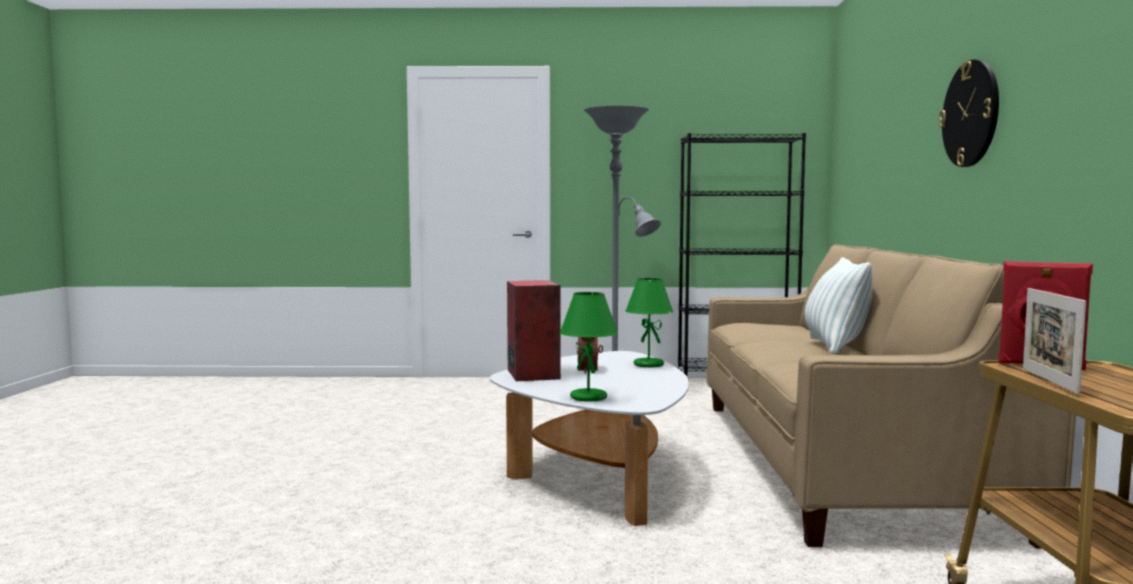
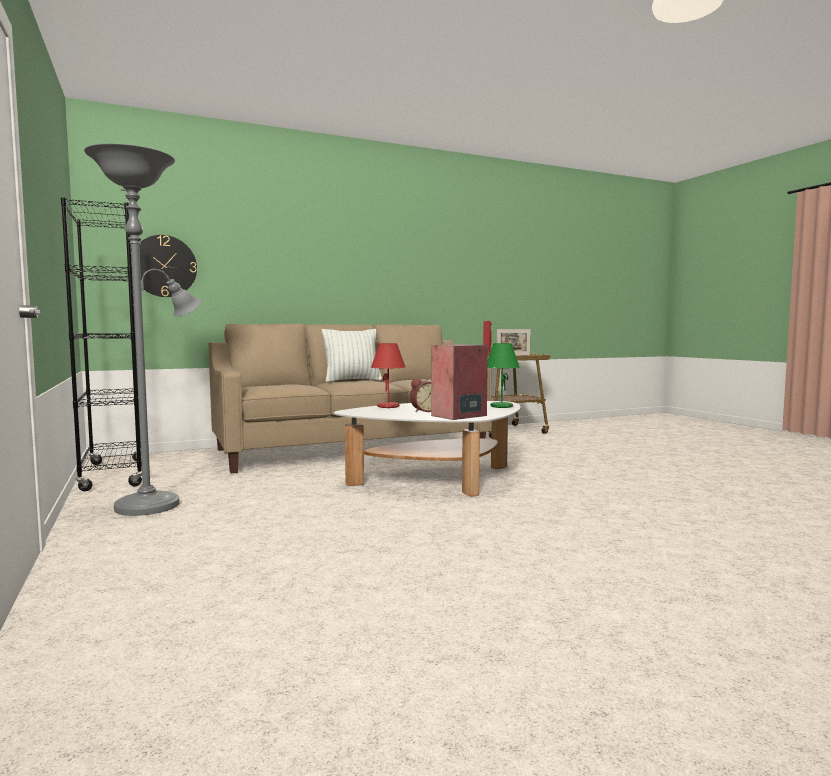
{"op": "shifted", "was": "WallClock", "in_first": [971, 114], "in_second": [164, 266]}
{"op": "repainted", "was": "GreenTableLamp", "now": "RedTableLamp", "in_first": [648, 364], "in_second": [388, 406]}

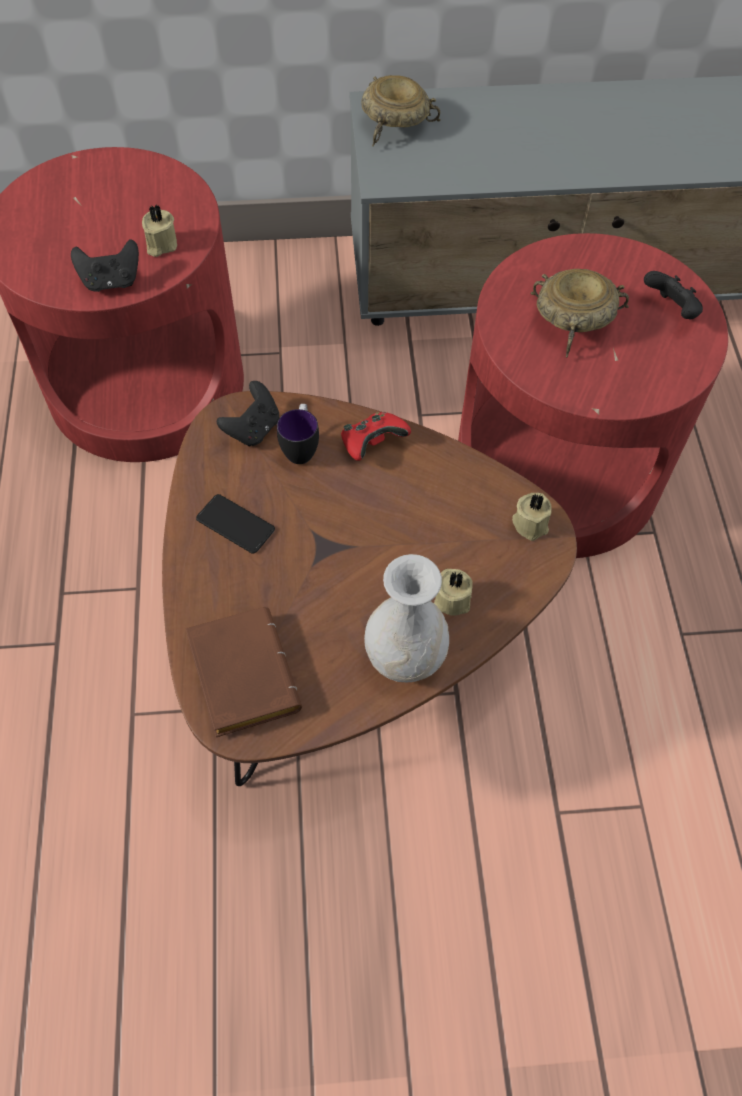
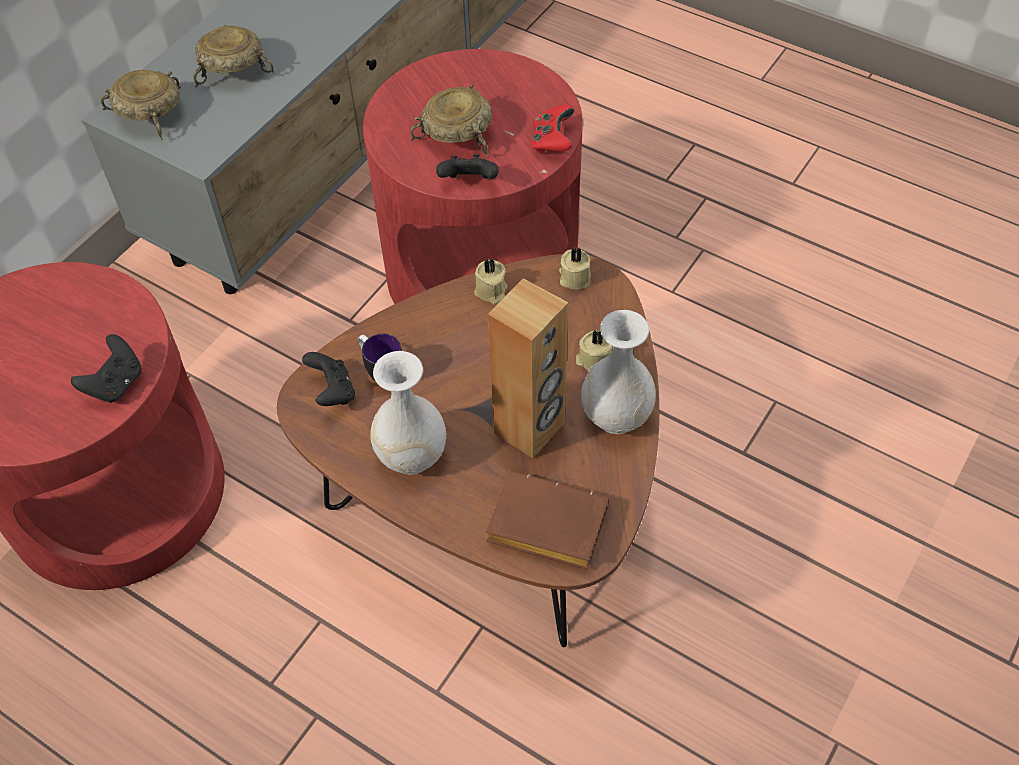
{"op": "shifted", "was": "BeigeCandle", "in_first": [160, 245], "in_second": [491, 292]}
{"op": "shifted", "was": "BlackGameController", "in_first": [670, 311], "in_second": [469, 182]}
{"op": "shifted", "was": "RedGameController", "in_first": [372, 444], "in_second": [552, 141]}
{"op": "swapped", "was": "Phone", "now": "WhiteVase", "in_first": [235, 524], "in_second": [411, 455]}
{"op": "new", "now": "BeigeBowl", "in_second": [234, 70]}
{"op": "new", "now": "BrownSpeaker", "in_second": [530, 428]}

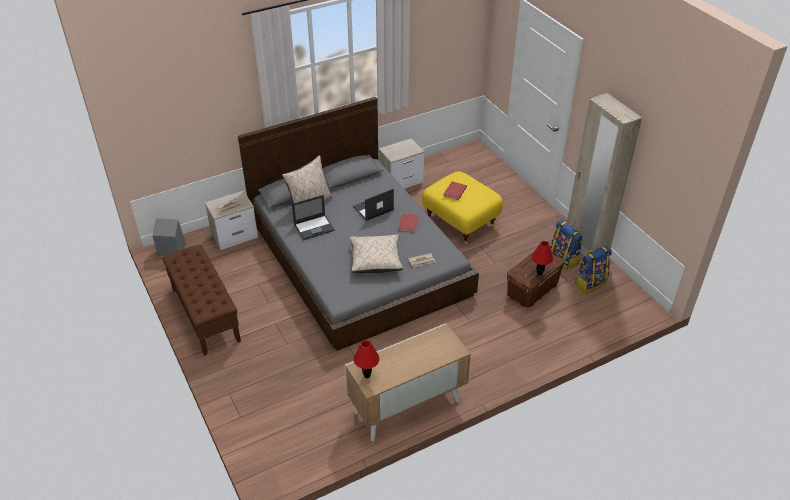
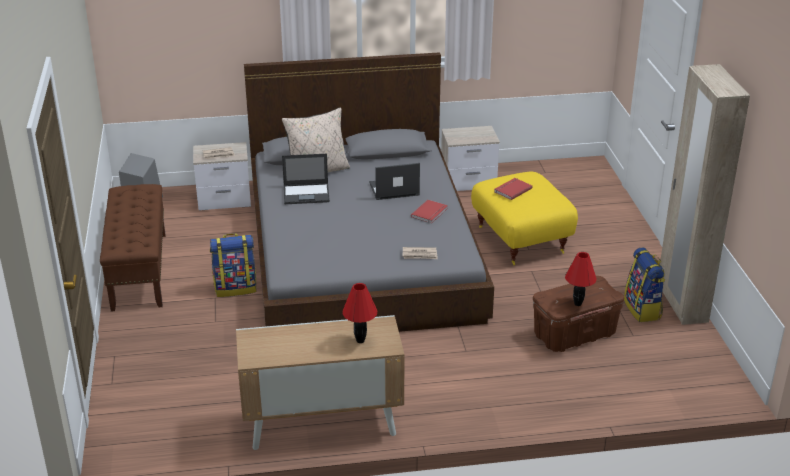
{"op": "gone", "was": "BeigePillow", "in_first": [375, 260]}
{"op": "shifted", "was": "Backpack", "in_first": [590, 283], "in_second": [235, 288]}
{"op": "shifted", "was": "RedTableLamp", "in_first": [367, 376], "in_second": [360, 341]}

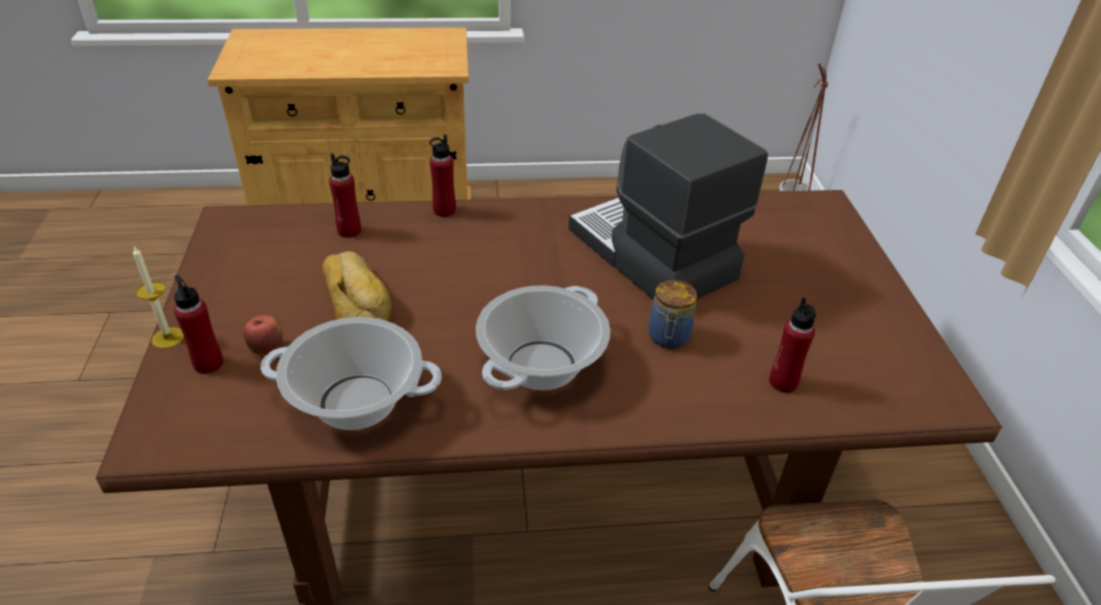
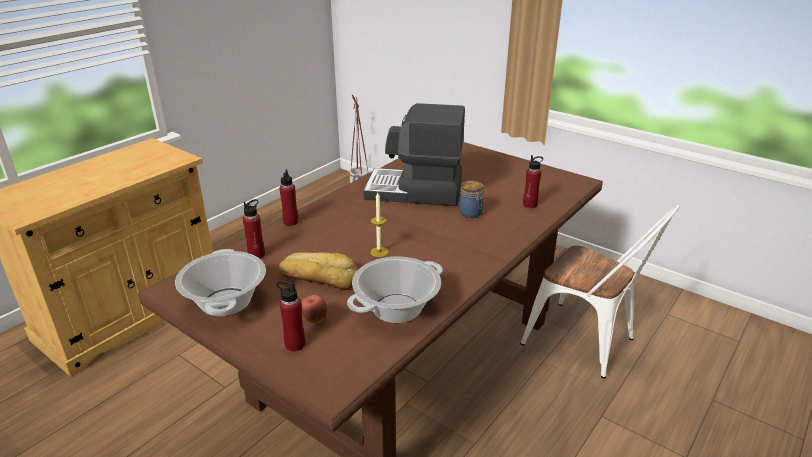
{"op": "shifted", "was": "Candle", "in_first": [168, 338], "in_second": [379, 252]}
{"op": "shifted", "was": "CookingPot", "in_first": [541, 365], "in_second": [225, 302]}

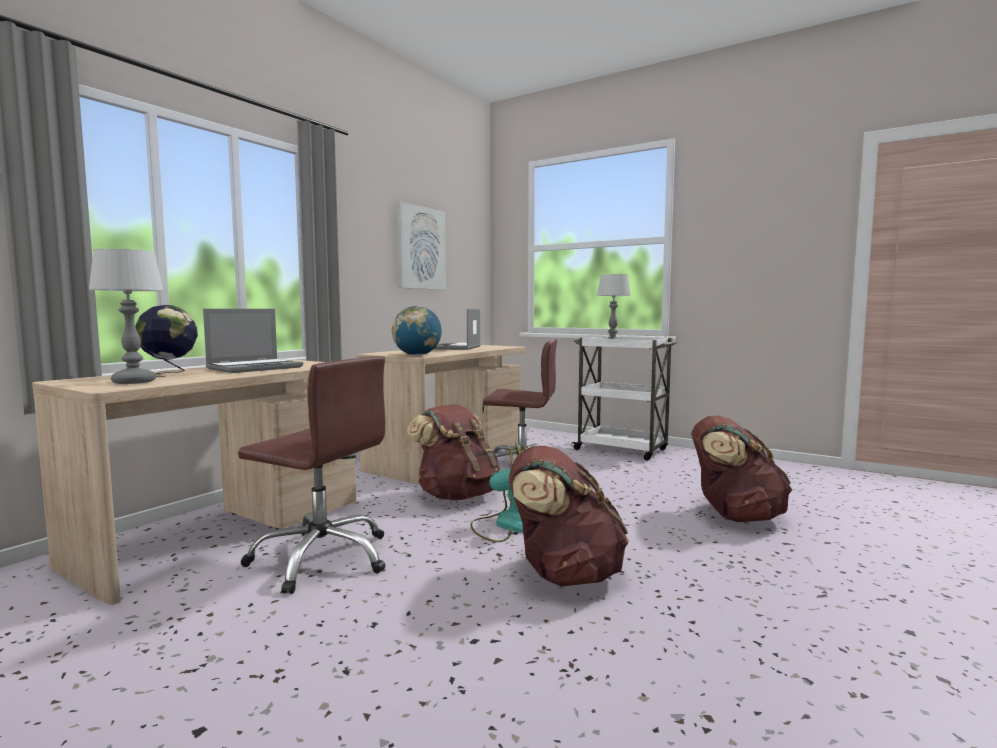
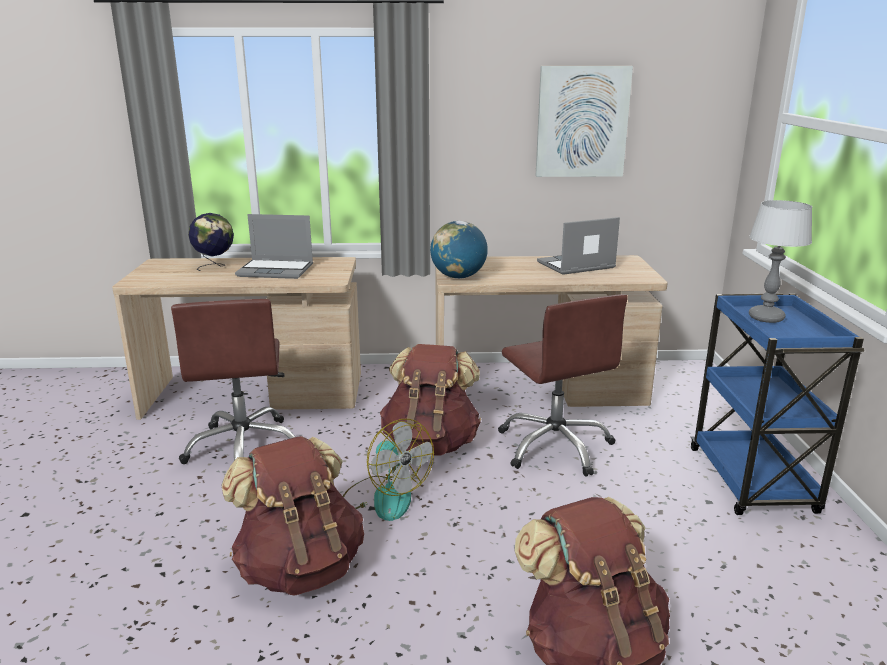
{"op": "gone", "was": "TableLamp", "in_first": [133, 382]}
{"op": "repainted", "was": "WhiteCart", "now": "BlueCart", "in_first": [622, 450], "in_second": [752, 482]}

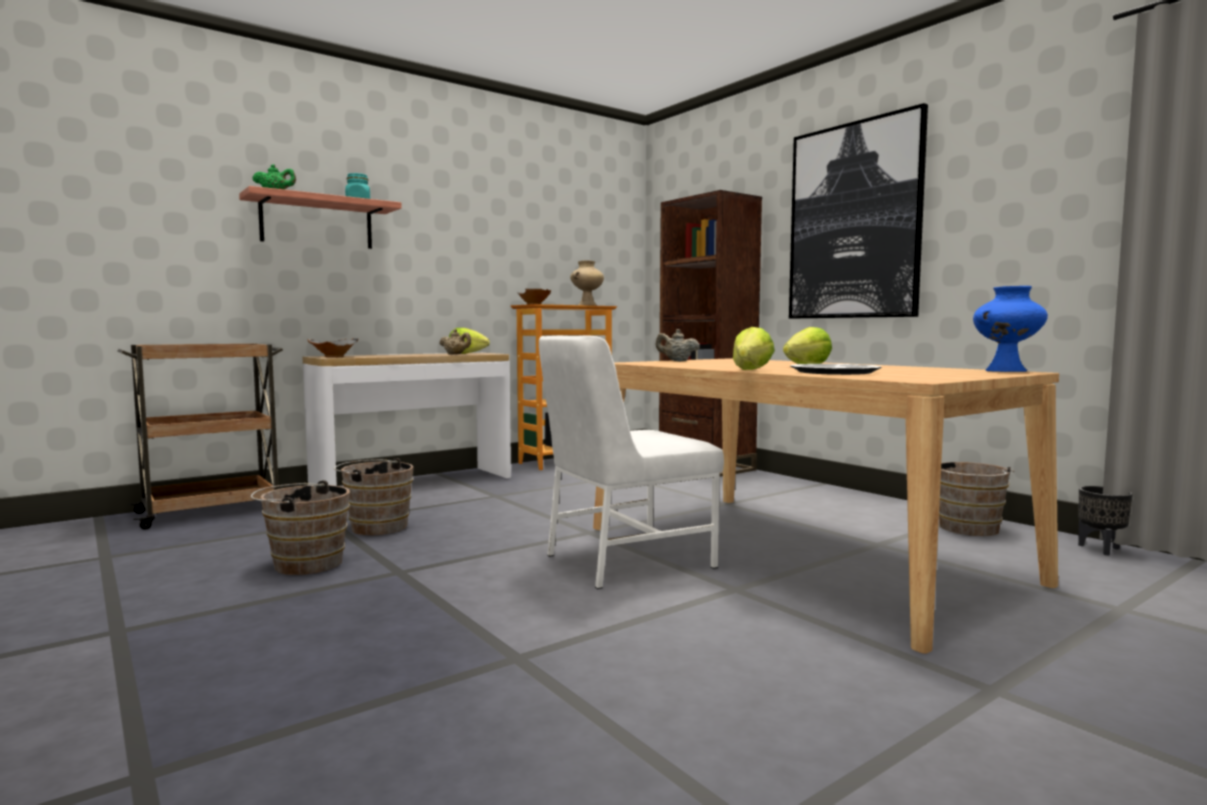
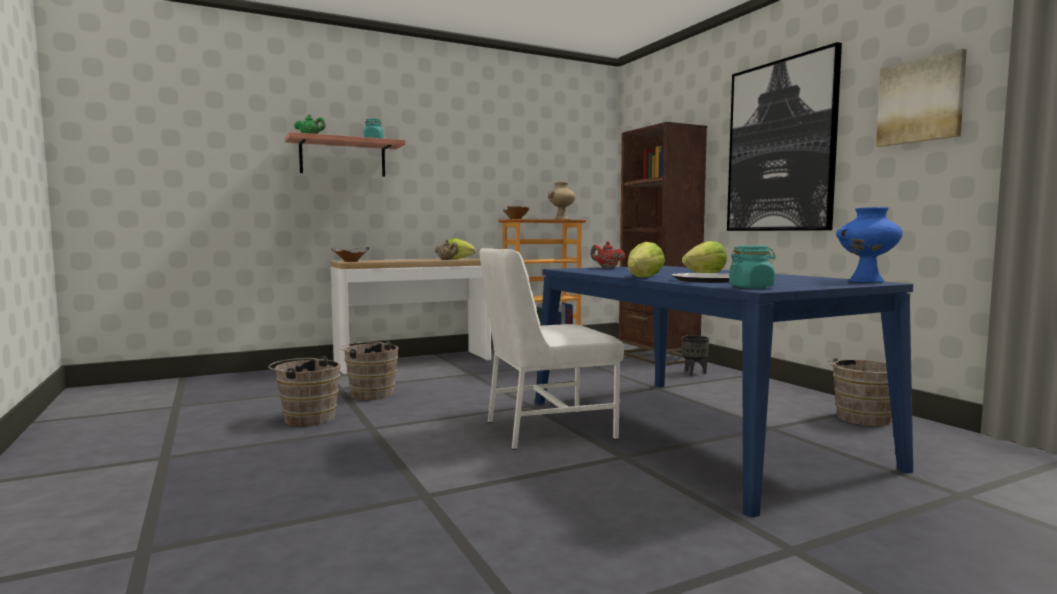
{"op": "repainted", "was": "BeigeTeapot", "now": "RedTeapot", "in_first": [677, 361], "in_second": [607, 268]}
{"op": "gone", "was": "BrownCart", "in_first": [211, 511]}
{"op": "repainted", "was": "BeigeDiningTable", "now": "BlueDiningTable", "in_first": [796, 553], "in_second": [692, 431]}
{"op": "shifted", "was": "BlackPlanter", "in_first": [1102, 549], "in_second": [694, 373]}
{"op": "new", "now": "Picture", "in_second": [920, 101]}
{"op": "new", "now": "TurquoiseJar", "in_second": [751, 287]}

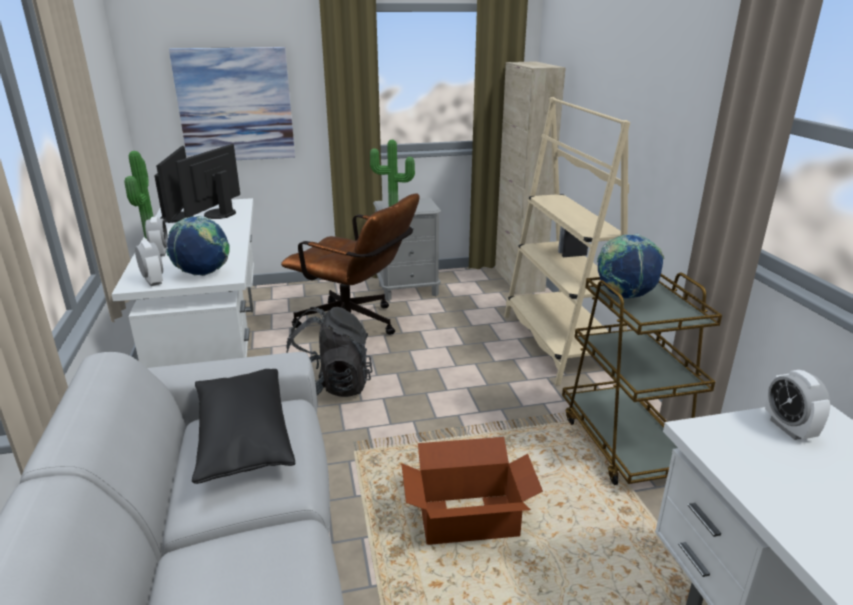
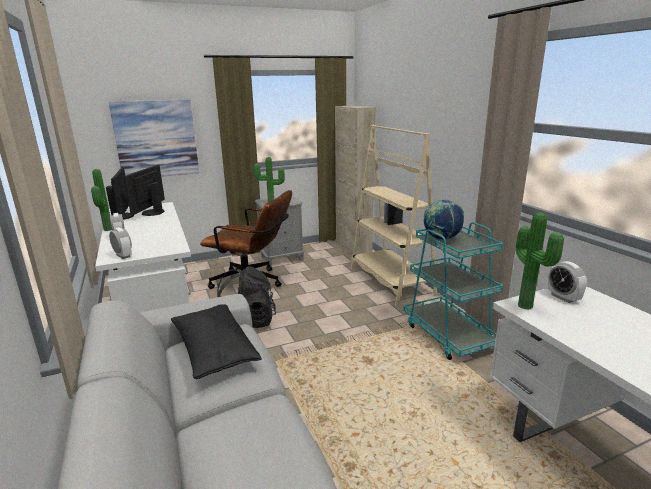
{"op": "gone", "was": "Globe", "in_first": [203, 274]}
{"op": "repainted", "was": "BrownCart", "now": "TurquoiseCart", "in_first": [625, 443], "in_second": [448, 335]}
{"op": "gone", "was": "CardboardBox", "in_first": [469, 520]}
{"op": "new", "now": "PottedPlant", "in_second": [527, 306]}

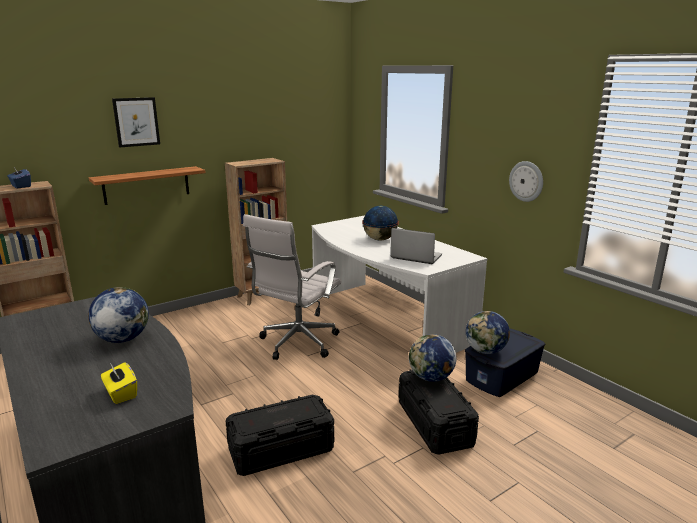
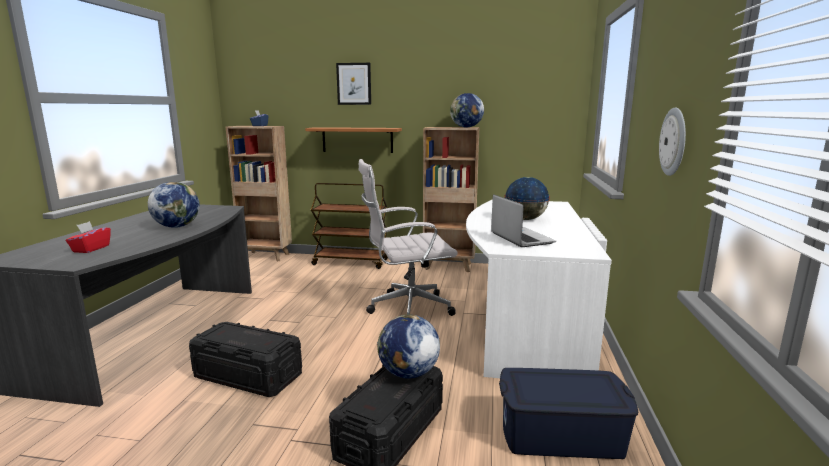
{"op": "shifted", "was": "Globe", "in_first": [485, 351], "in_second": [466, 127]}
{"op": "repainted", "was": "YellowTissueBox", "now": "RedTissueBox", "in_first": [121, 393], "in_second": [91, 249]}
{"op": "new", "now": "BrownCart", "in_second": [351, 262]}

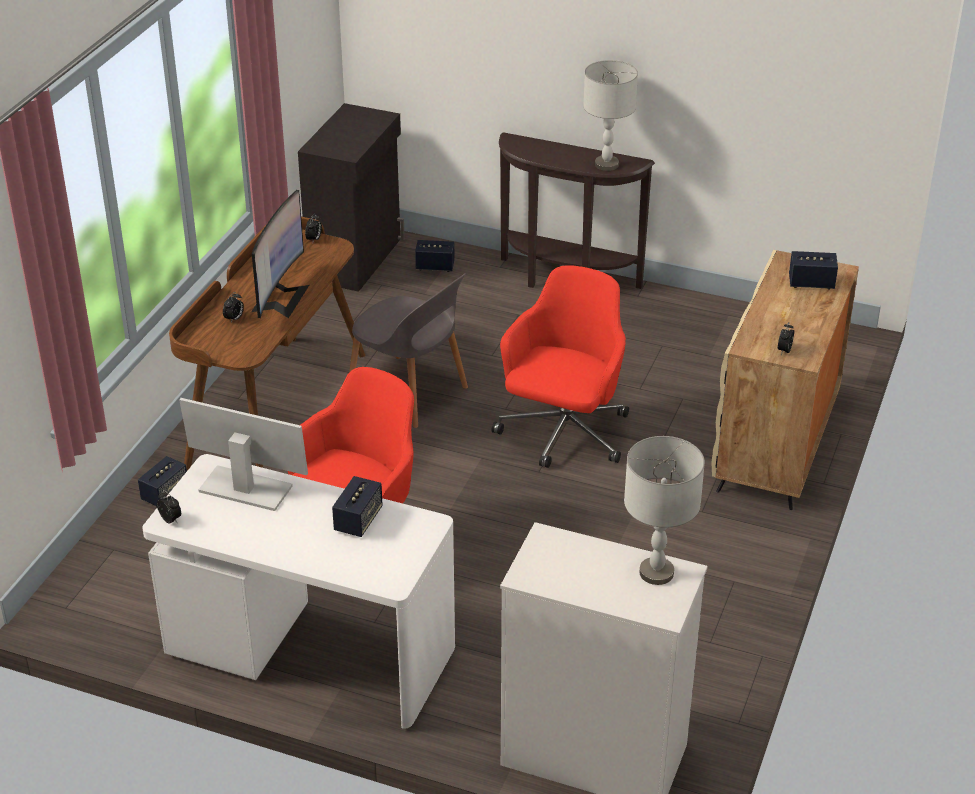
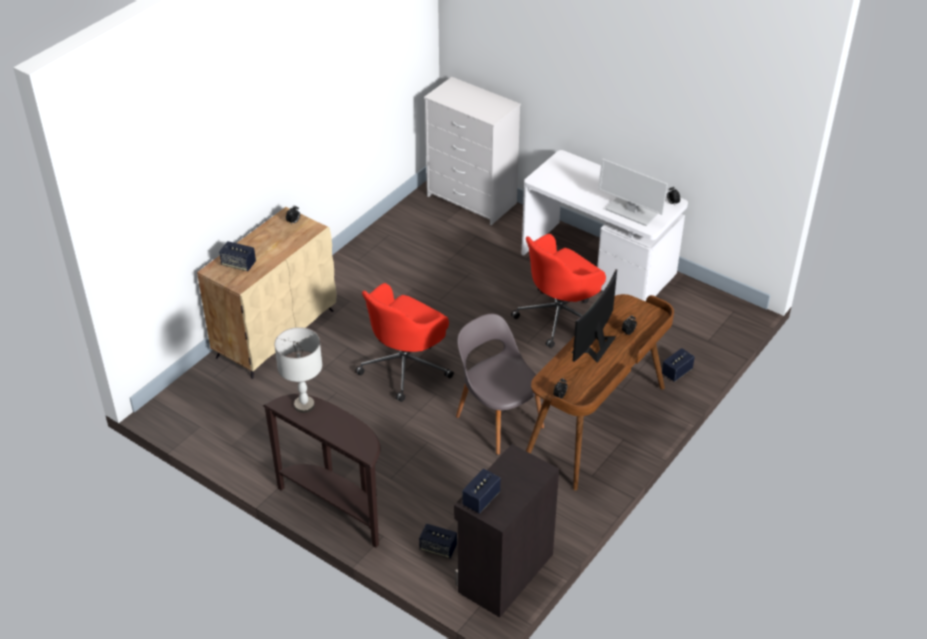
{"op": "gone", "was": "GreyTableLamp", "in_first": [656, 572]}
{"op": "shifted", "was": "Speaker", "in_first": [358, 520], "in_second": [481, 499]}

